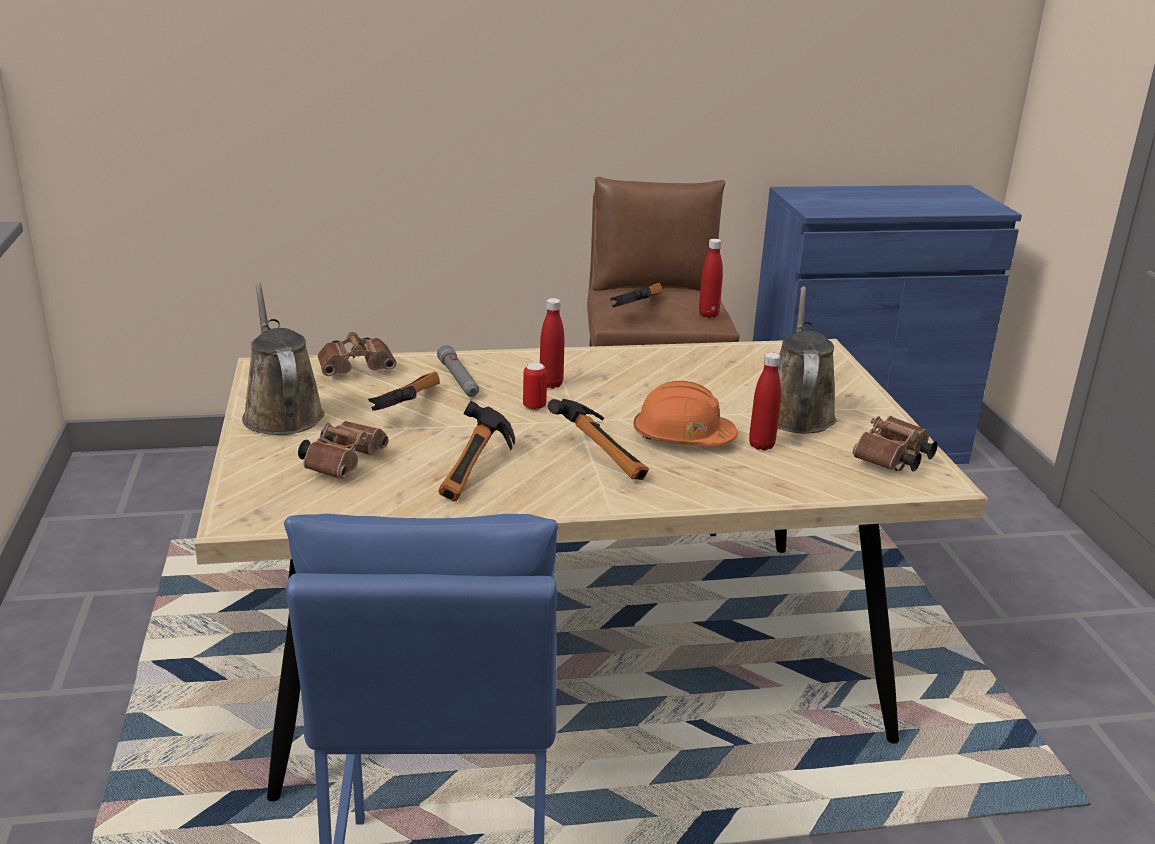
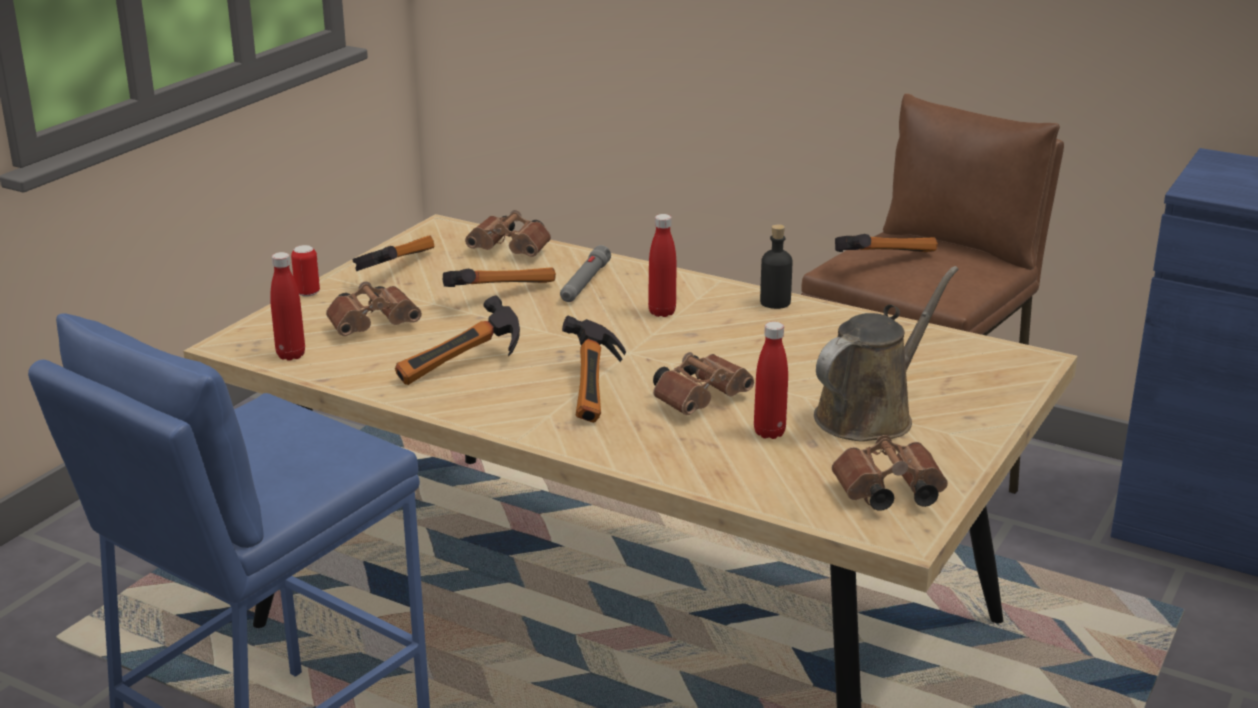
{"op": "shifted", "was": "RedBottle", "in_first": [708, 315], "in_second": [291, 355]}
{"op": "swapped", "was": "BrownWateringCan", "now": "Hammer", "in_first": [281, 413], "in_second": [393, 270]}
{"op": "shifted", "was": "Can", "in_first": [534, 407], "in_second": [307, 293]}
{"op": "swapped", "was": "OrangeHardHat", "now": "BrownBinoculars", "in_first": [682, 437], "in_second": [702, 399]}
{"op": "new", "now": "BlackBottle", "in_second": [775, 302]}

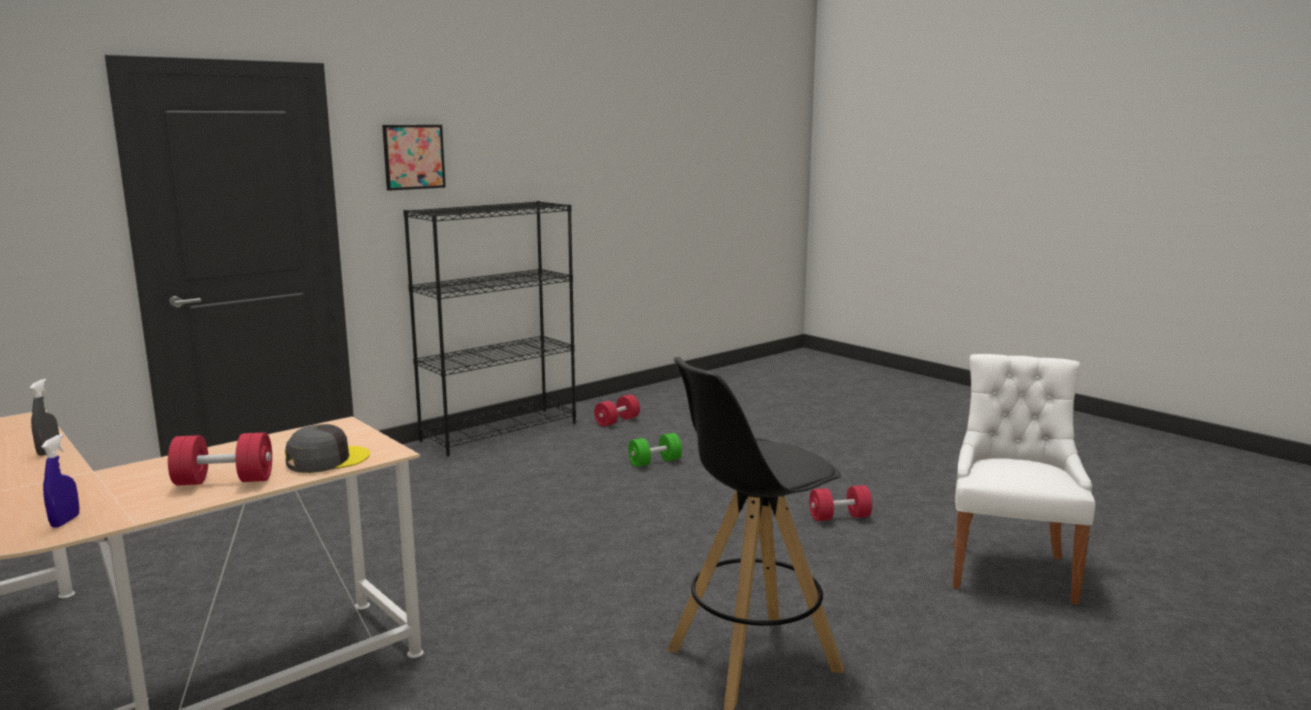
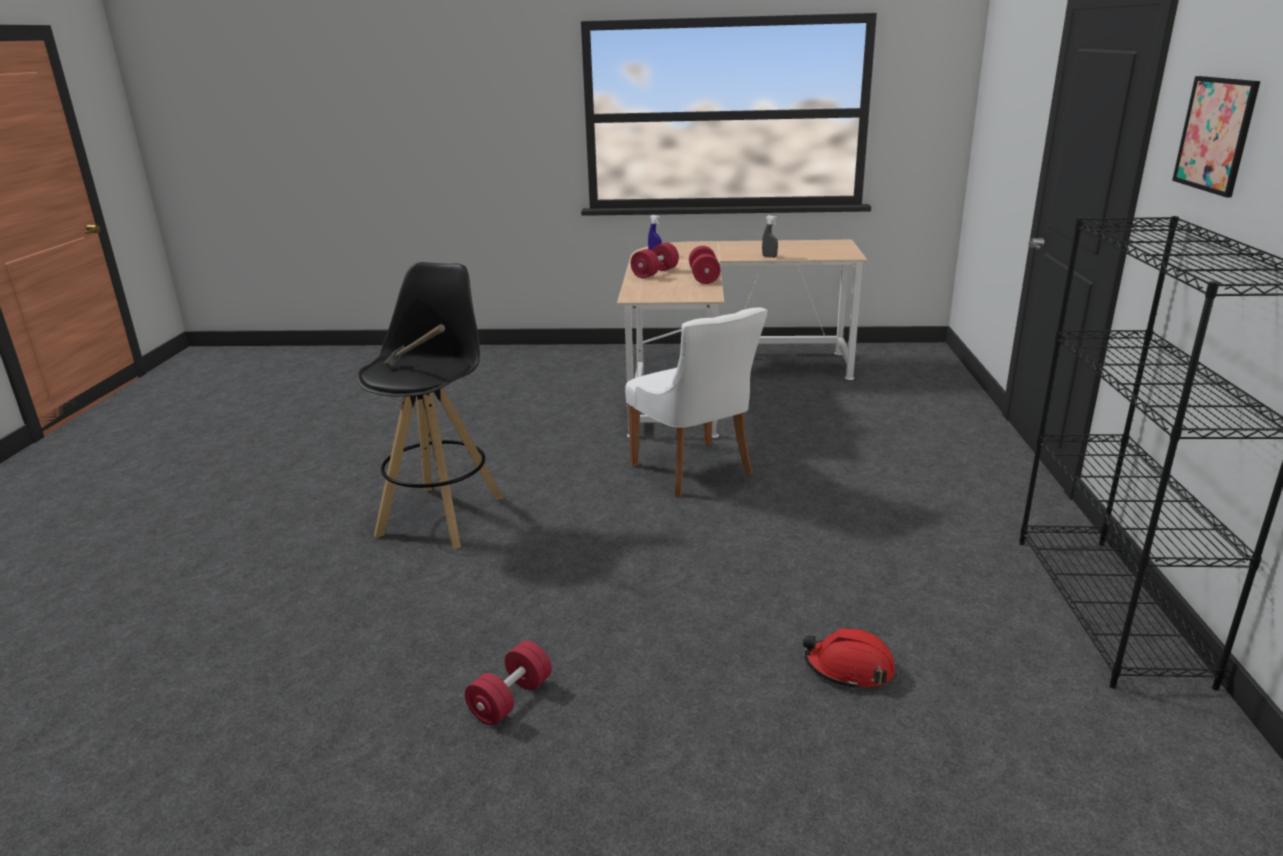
{"op": "shifted", "was": "WhiteChair", "in_first": [1010, 569], "in_second": [695, 471]}
{"op": "shifted", "was": "RedDumbbell", "in_first": [617, 421], "in_second": [704, 277]}
{"op": "gone", "was": "GreyCap", "in_first": [327, 460]}
{"op": "swapped", "was": "GreenDumbbell", "now": "RedHardHat", "in_first": [655, 462], "in_second": [849, 668]}
{"op": "new", "now": "Hammer", "in_second": [418, 371]}

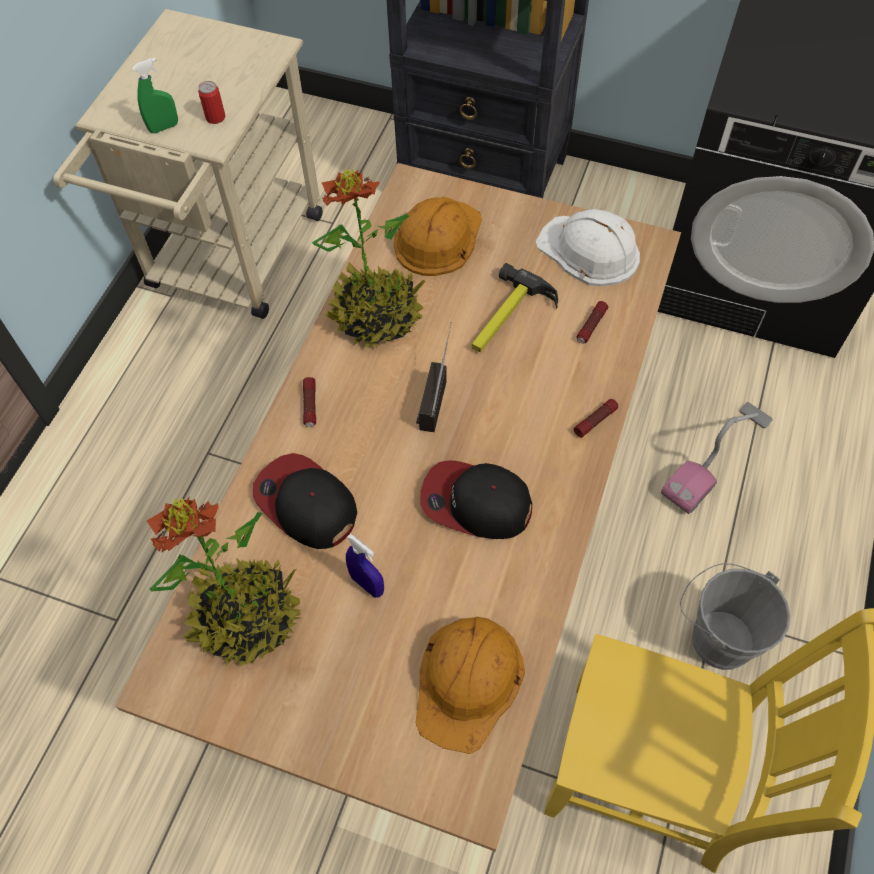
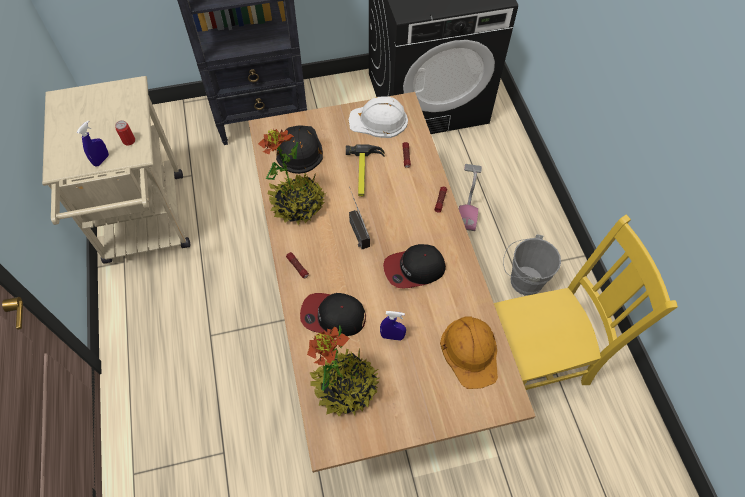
{"op": "repainted", "was": "GreenSprayBottle", "now": "BlueSprayBottle", "in_first": [164, 127], "in_second": [101, 160]}
{"op": "repainted", "was": "OrangeHardHat", "now": "BlackHardHat", "in_first": [438, 238], "in_second": [299, 149]}

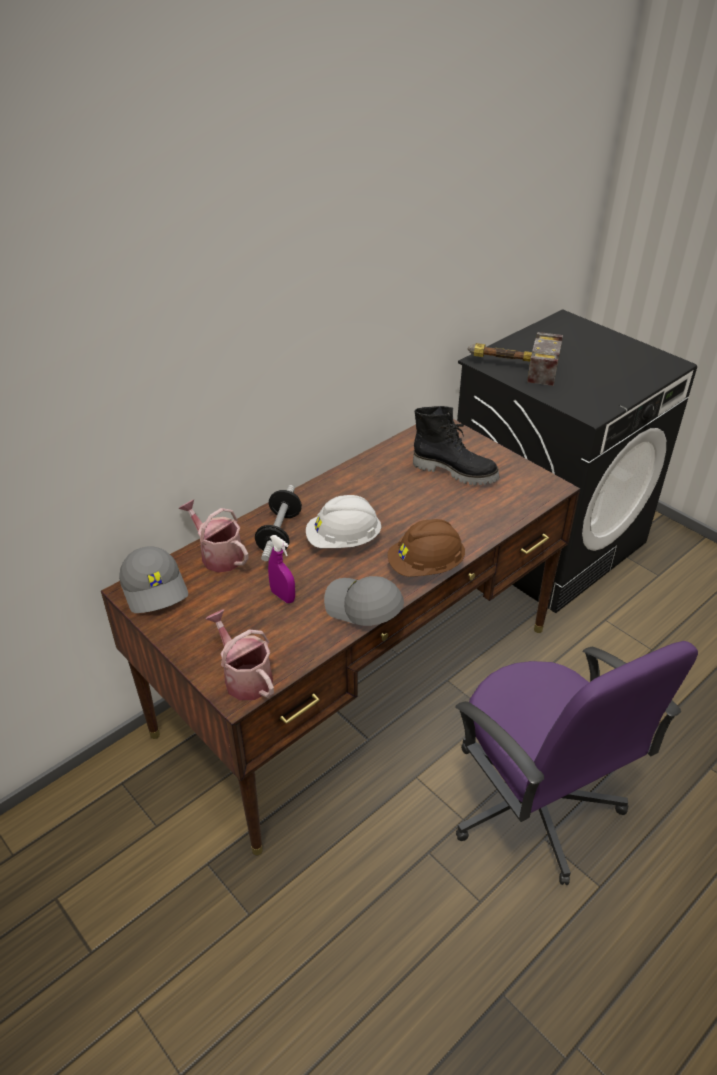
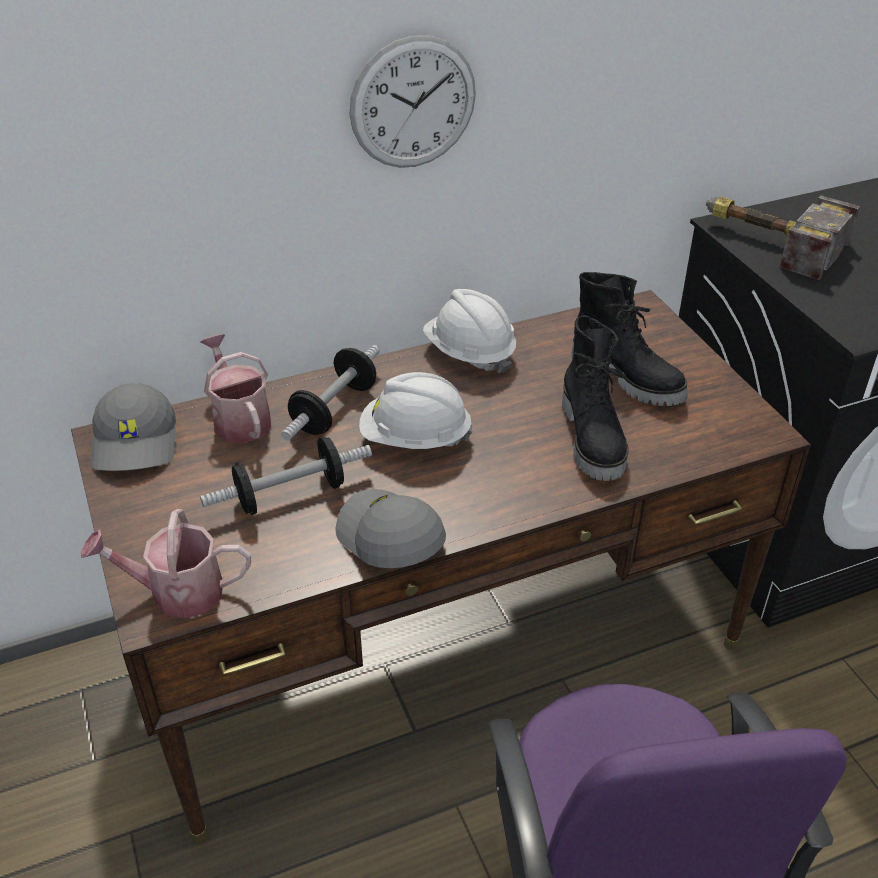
{"op": "gone", "was": "BrownHardHat", "in_first": [426, 566]}
{"op": "swapped", "was": "PurpleSprayBottle", "now": "Dumbbell", "in_first": [283, 596], "in_second": [290, 495]}
{"op": "rotated", "was": "WateringCan", "in_first": [244, 676], "in_second": [176, 592], "clockwise": -75}
{"op": "new", "now": "WallClock", "in_second": [413, 103]}
{"op": "new", "now": "WhiteHardHat", "in_second": [469, 353]}
{"op": "new", "now": "BlackBoot", "in_second": [593, 439]}

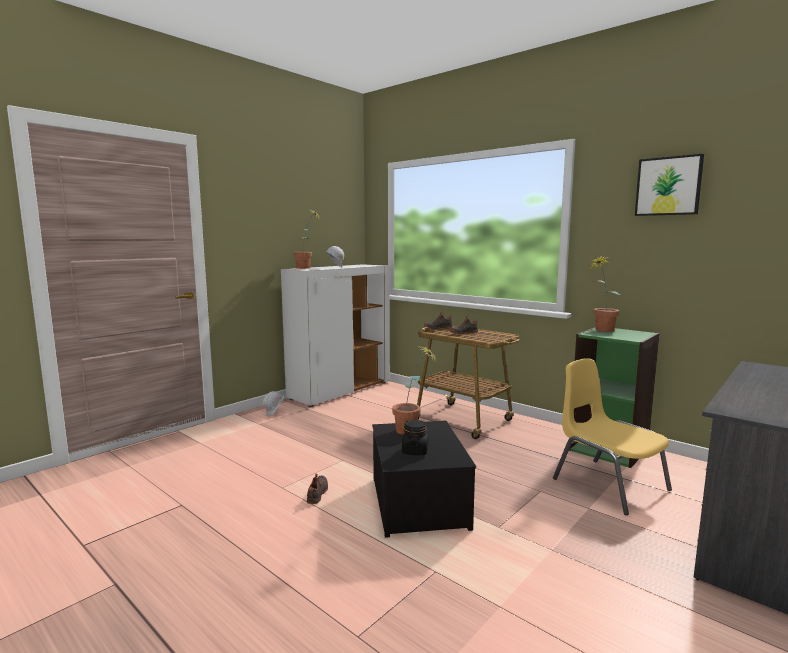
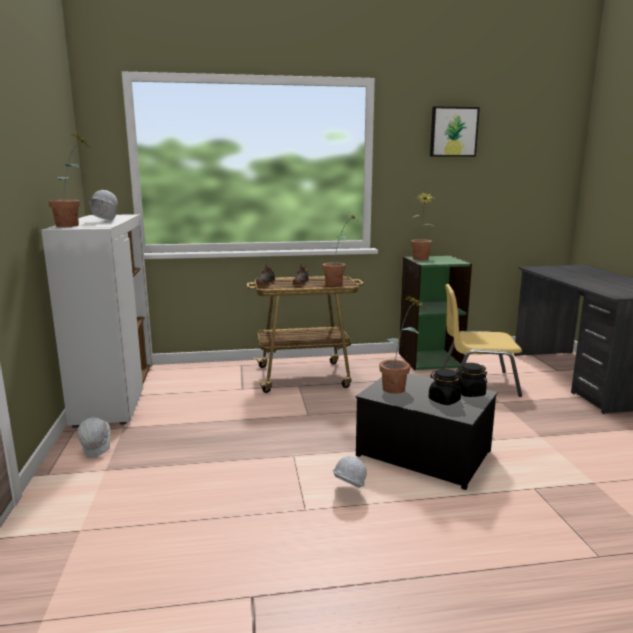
{"op": "swapped", "was": "BlackShoe", "now": "WhiteHardHat", "in_first": [318, 493], "in_second": [347, 493]}
{"op": "new", "now": "PottedPlant", "in_second": [339, 284]}
{"op": "new", "now": "BlackJar", "in_second": [469, 393]}

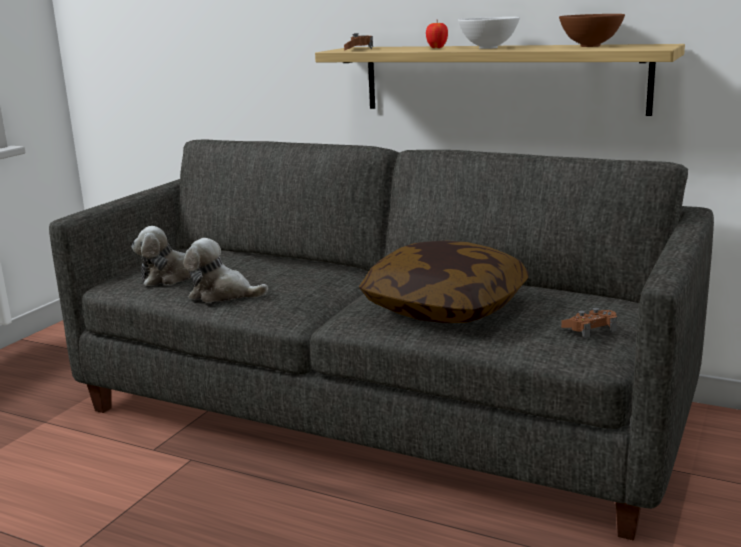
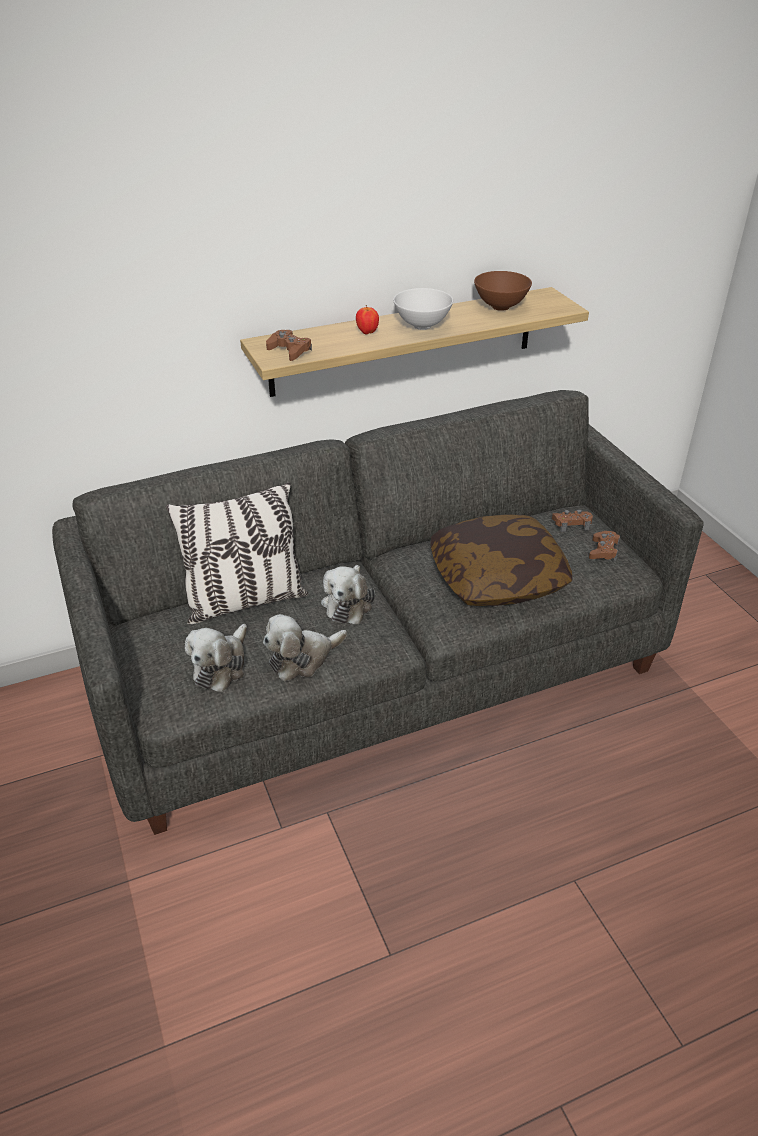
{"op": "new", "now": "Pillow", "in_second": [245, 601]}
{"op": "new", "now": "BrownGameController", "in_second": [571, 524]}
{"op": "new", "now": "PlushToy", "in_second": [348, 603]}

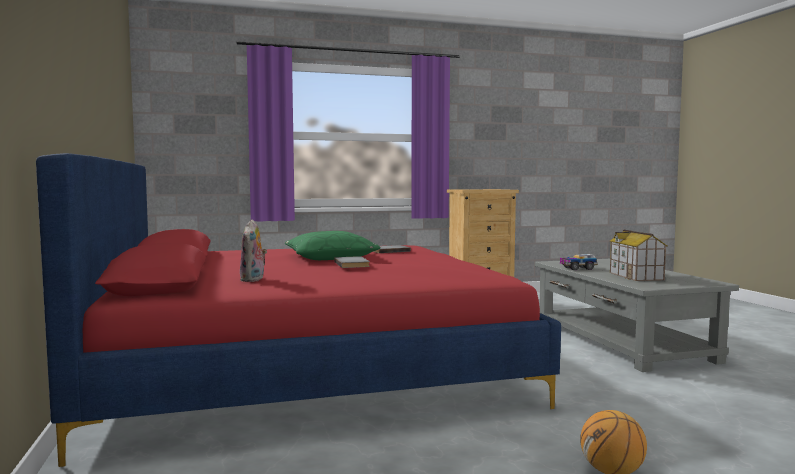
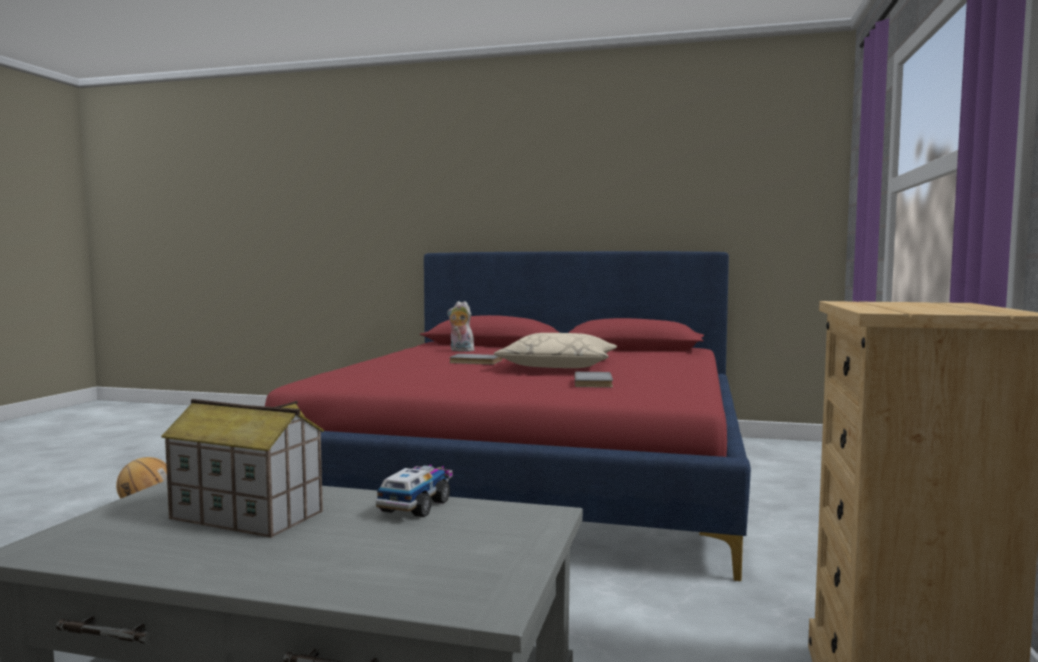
{"op": "repainted", "was": "GreenPillow", "now": "BeigePillow", "in_first": [330, 258], "in_second": [558, 366]}

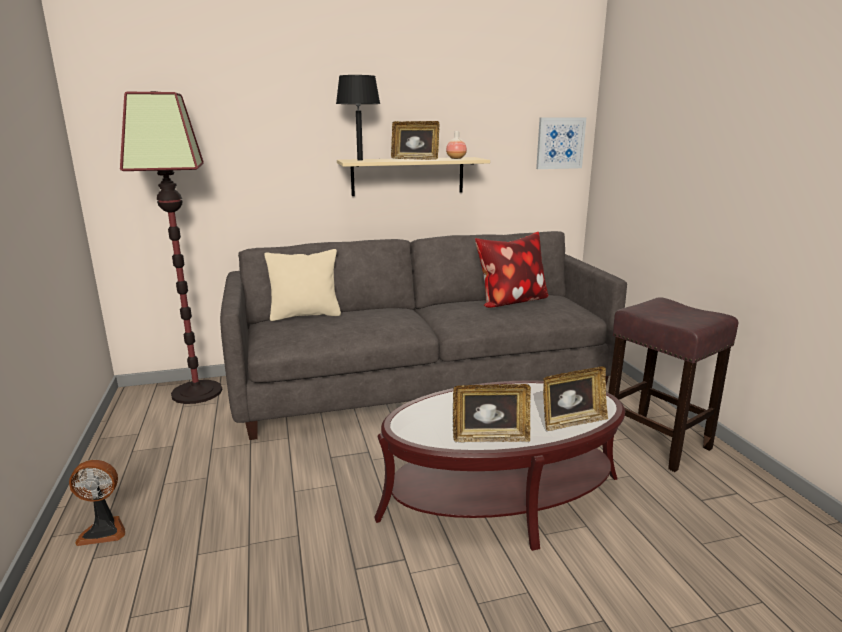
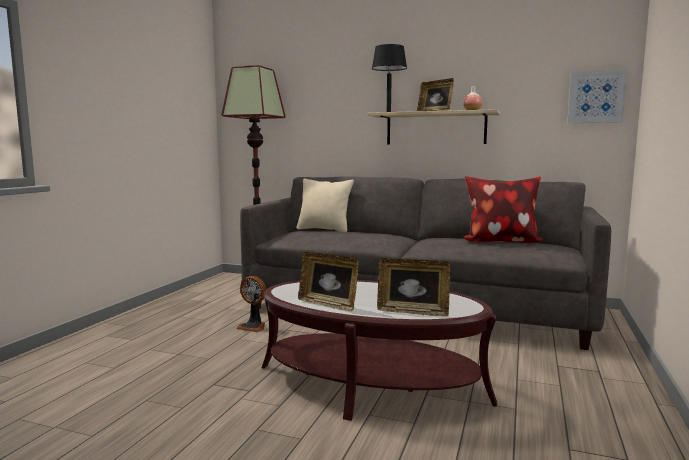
{"op": "gone", "was": "BrownStool", "in_first": [654, 441]}
{"op": "shifted", "was": "Fan", "in_first": [104, 530], "in_second": [253, 327]}

